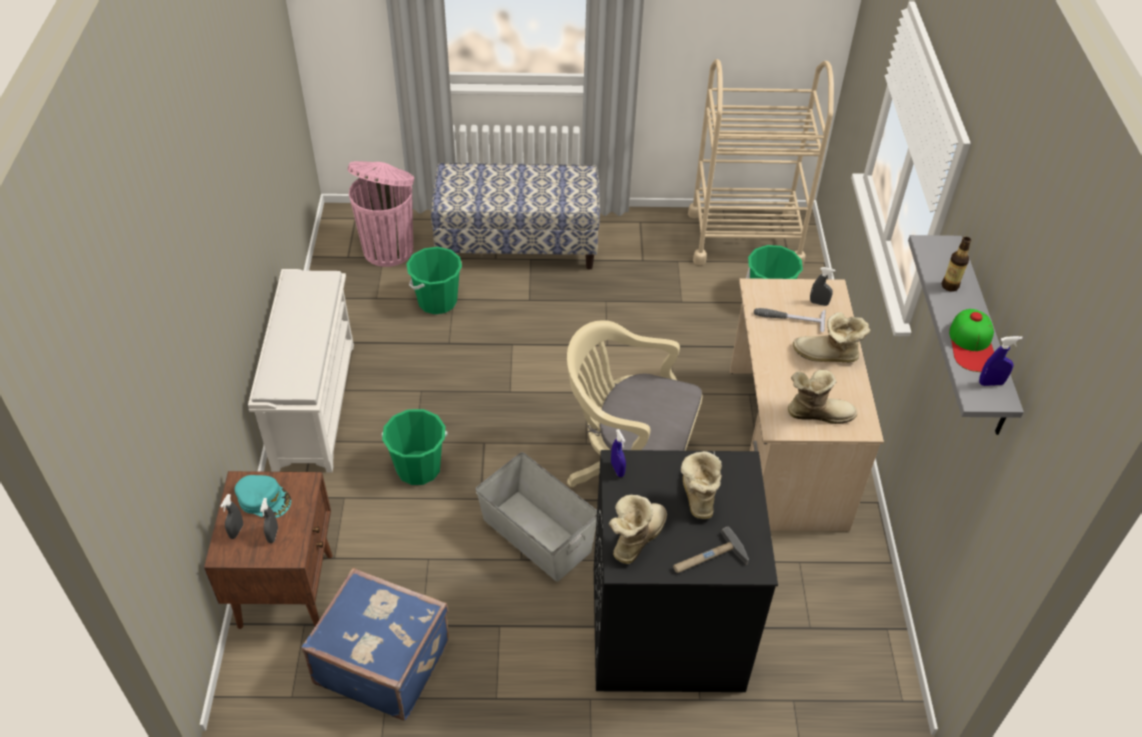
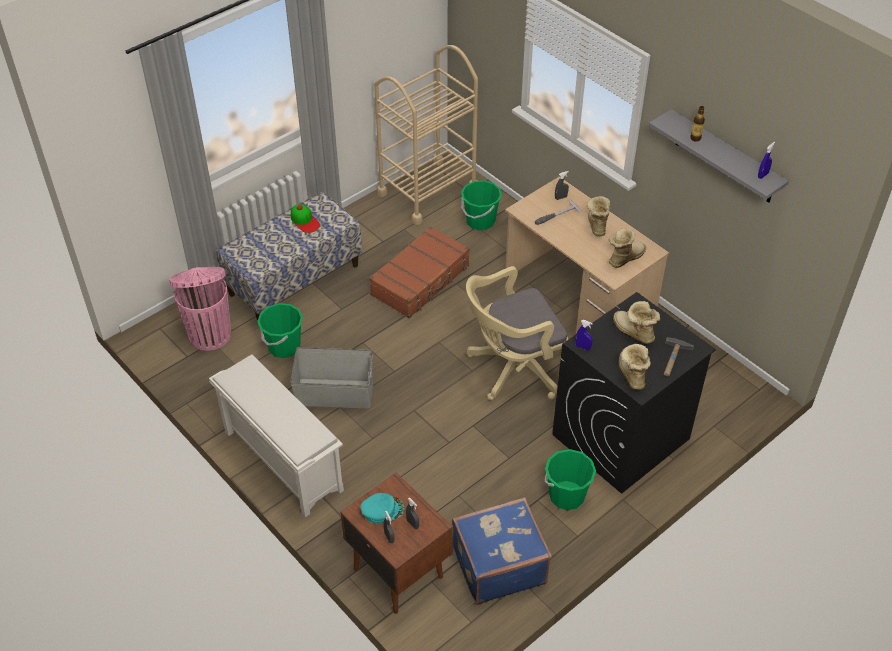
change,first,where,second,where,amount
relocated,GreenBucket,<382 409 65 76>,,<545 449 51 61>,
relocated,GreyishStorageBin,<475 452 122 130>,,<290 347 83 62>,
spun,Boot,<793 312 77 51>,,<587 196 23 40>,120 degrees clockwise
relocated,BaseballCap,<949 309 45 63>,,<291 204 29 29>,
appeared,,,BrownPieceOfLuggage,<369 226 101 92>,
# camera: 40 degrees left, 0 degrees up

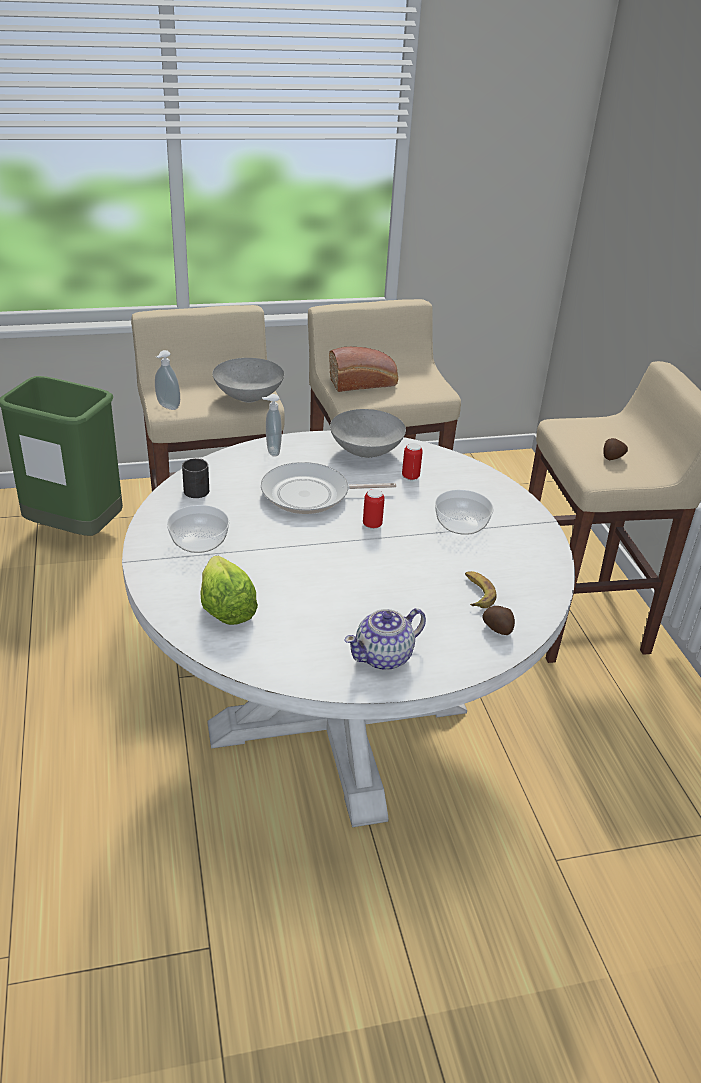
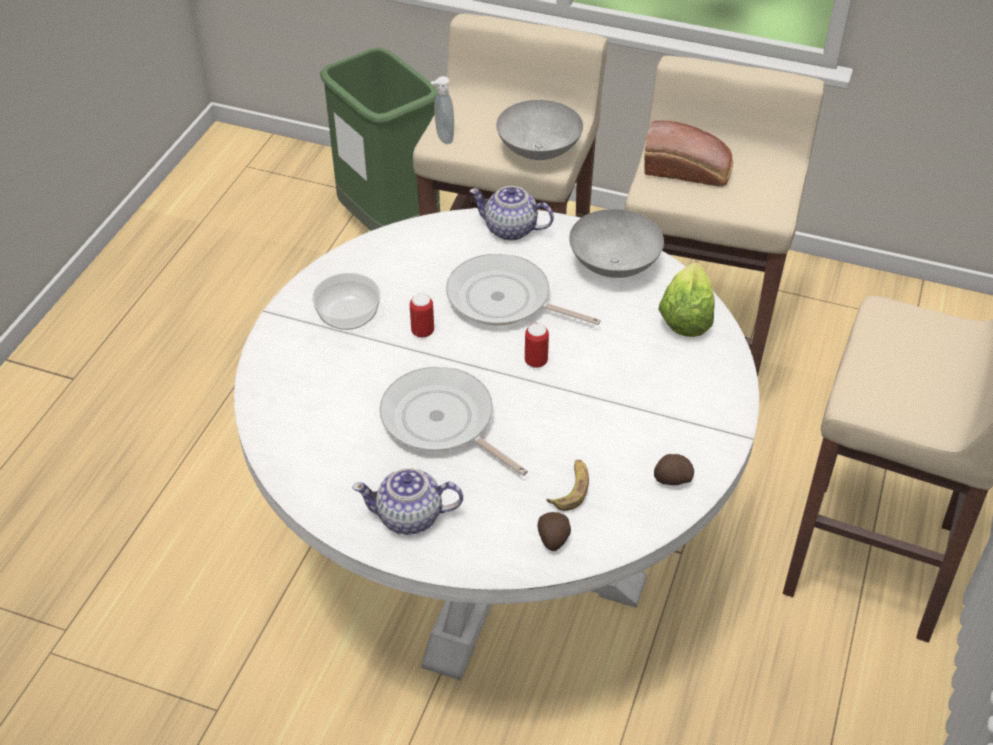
change,first,where,second,where,amount
missing,BlackishMug,<182 458 27 40>,,,
relocated,Lettuce,<200 556 58 69>,,<658 263 57 74>,
exchanged,LiquidSoapBottle,<262 394 20 63>,Teapot,<469 186 85 55>,
relocated,SealedCan,<402 443 21 37>,,<410 294 24 44>,
missing,Bowl,<435 490 58 45>,,,
relocated,Potato,<603 438 25 22>,,<654 454 40 31>,
appeared,,,Skillet,<380 366 148 110>,
# camera: 35 degrees right, 10 degrees up

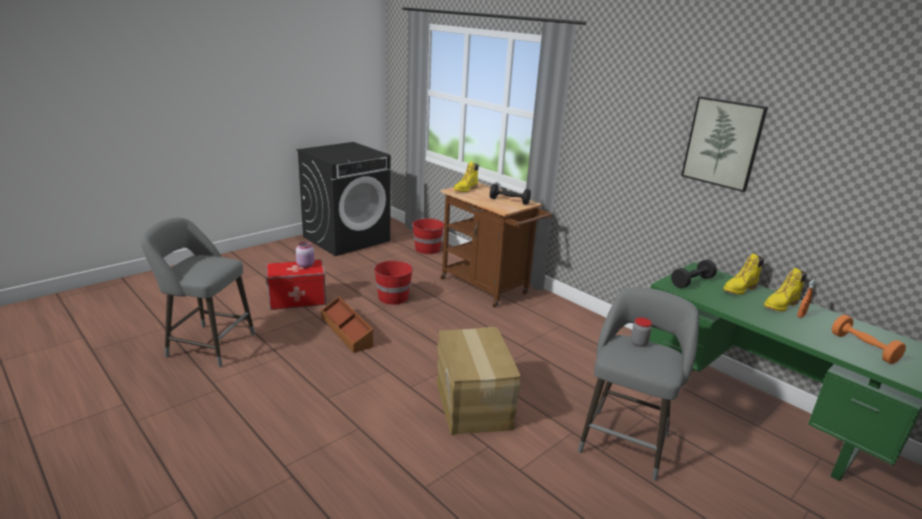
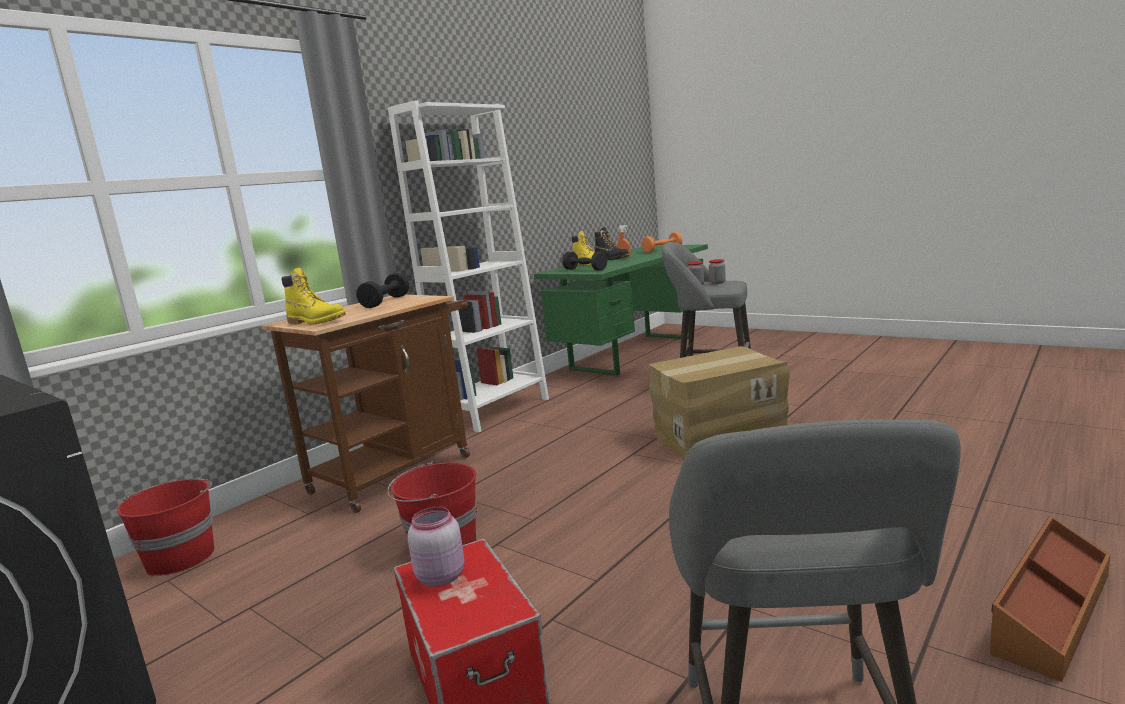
change,first,where,second,where,amount
relocated,BrownStorageBin,<321 297 52 56>,,<990 516 121 166>,
missing,Picture,<681 97 87 95>,,,
colour,YellowishBoot,<764 268 43 43>,BlackishBoot,<594 227 35 33>,
appeared,,,WhiteColouredBookcase,<388 100 161 332>,
appeared,,,Jar,<709 259 17 25>,
# camera: 95 degrees left, 10 degrees down

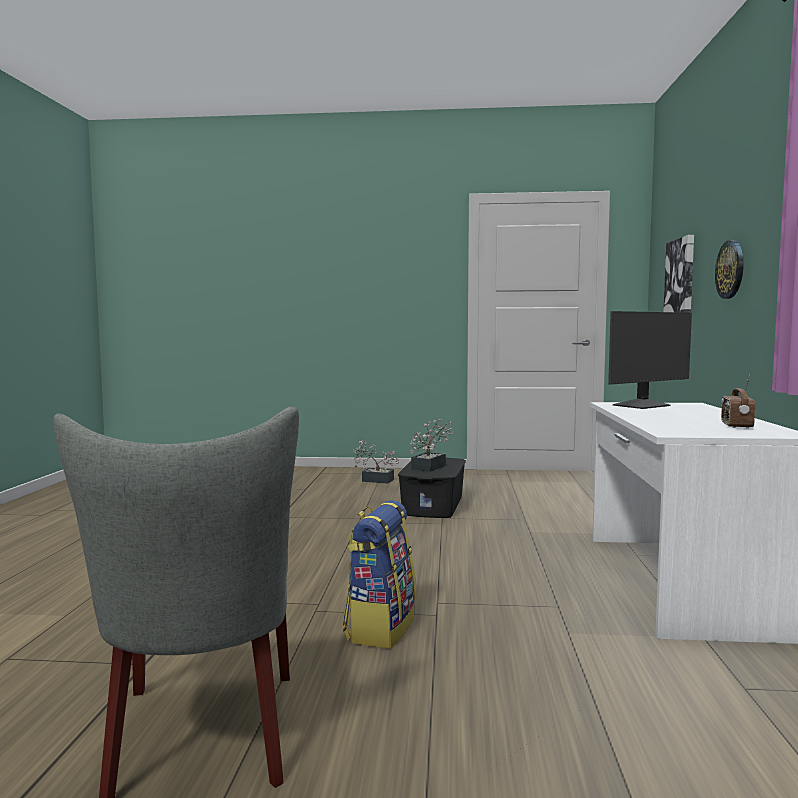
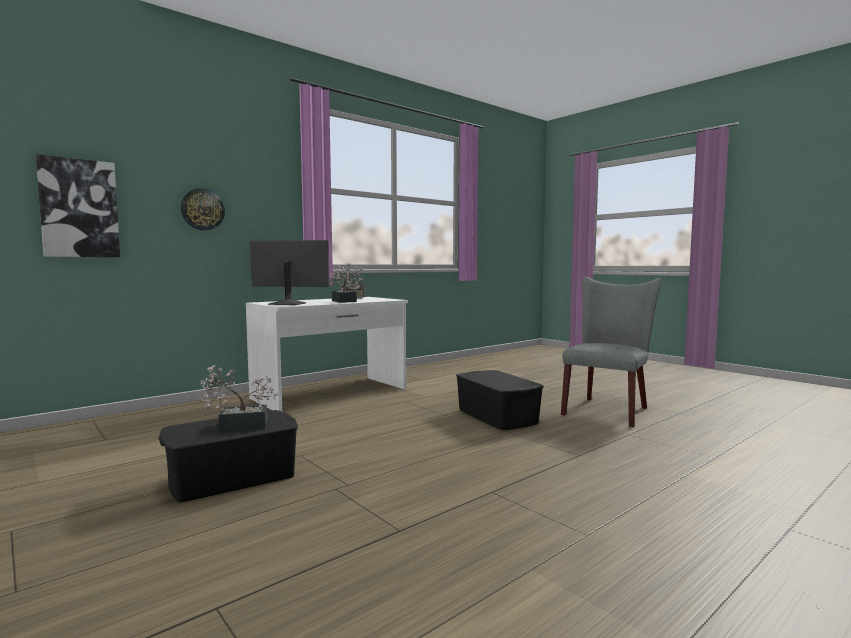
change,first,where,second,where,amount
exchanged,Knapsack,<342 500 74 148>,BlackishStorageBin,<456 370 88 60>,
relocated,PlantInAPot,<352 440 47 44>,,<329 263 35 40>,
# camera: 135 degrees left, 0 degrees up

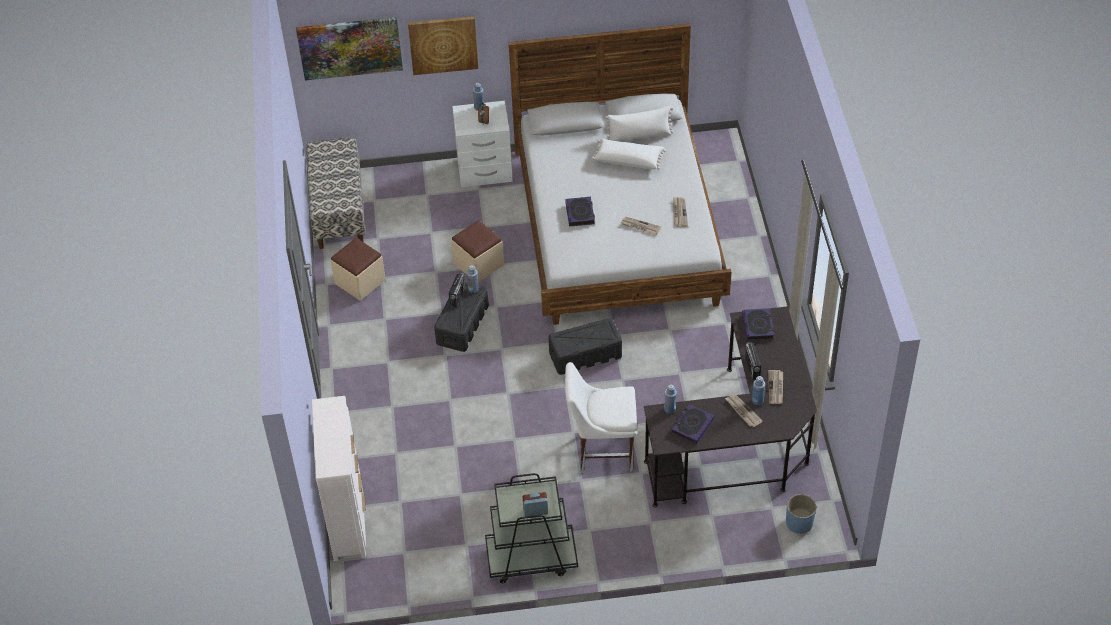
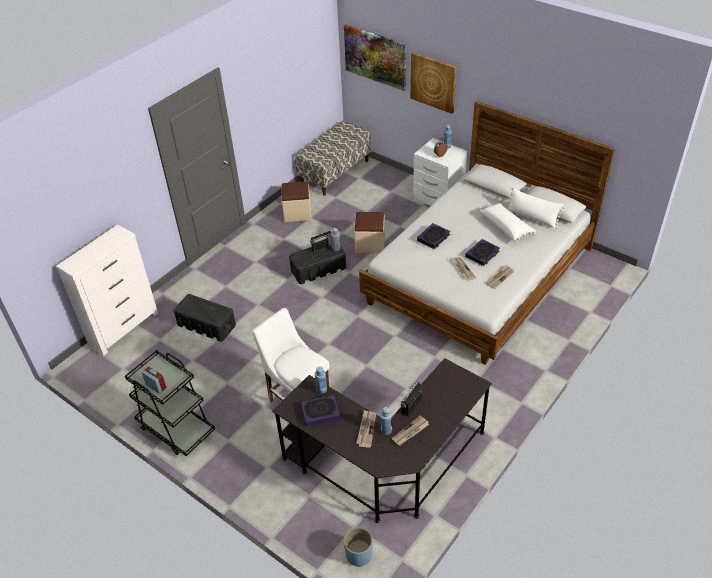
change,first,where,second,where,amount
relocated,BlackishStorageBin,<548 318 74 57>,,<174 294 62 48>,
relocated,Book,<742 308 32 33>,,<465 239 35 27>,
# camera: 45 degrees right, 5 degrees down

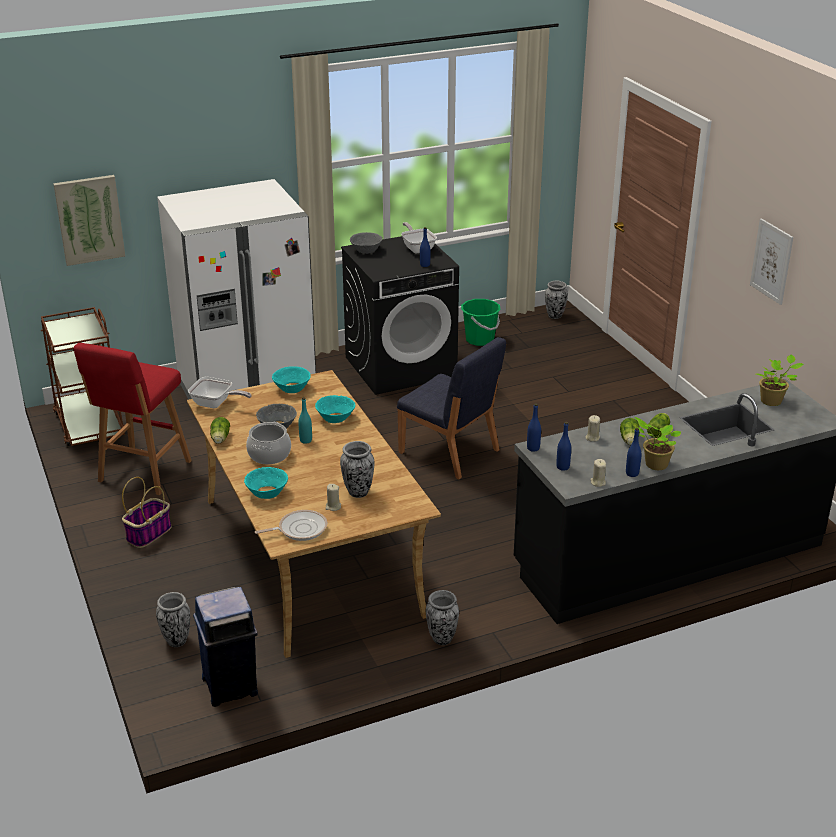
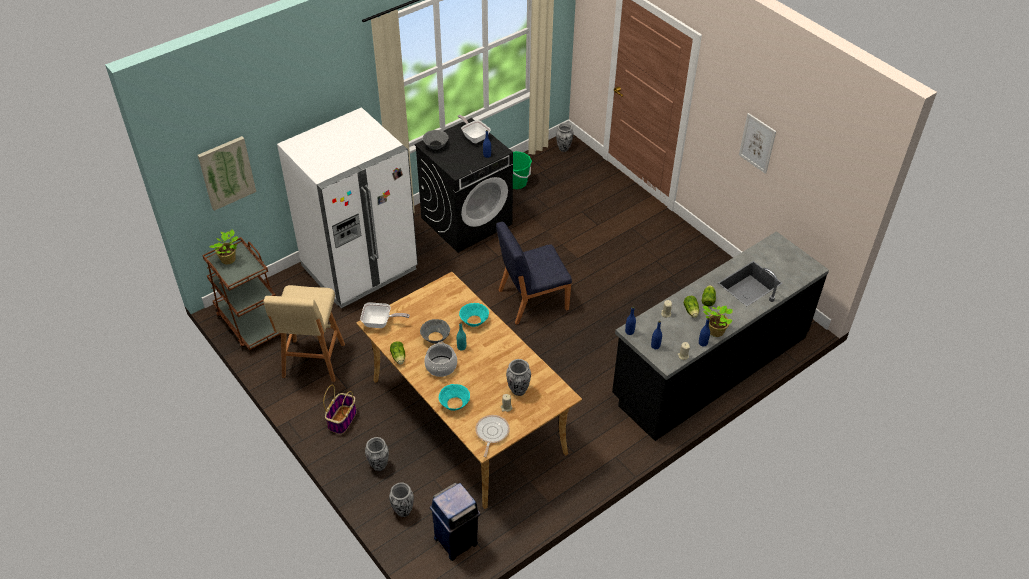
change,first,where,second,where,amount
colour,ReddishStool,<74 343 118 152>,BeigeStool,<263 285 82 97>,
spun,Skillet,<255 510 72 31>,,<475 415 35 42>,45 degrees counterclockwise
missing,TurquoiseBowl,<272 366 39 27>,,,
spun,BluePlainChair,<397 337 109 142>,,<496 222 76 103>,135 degrees clockwise
relocated,Vase,<426 590 33 55>,,<365 437 24 34>,
relocated,PlantInAPot,<756 354 48 52>,,<209 230 29 34>,
# camera: 15 degrees left, 15 degrees up

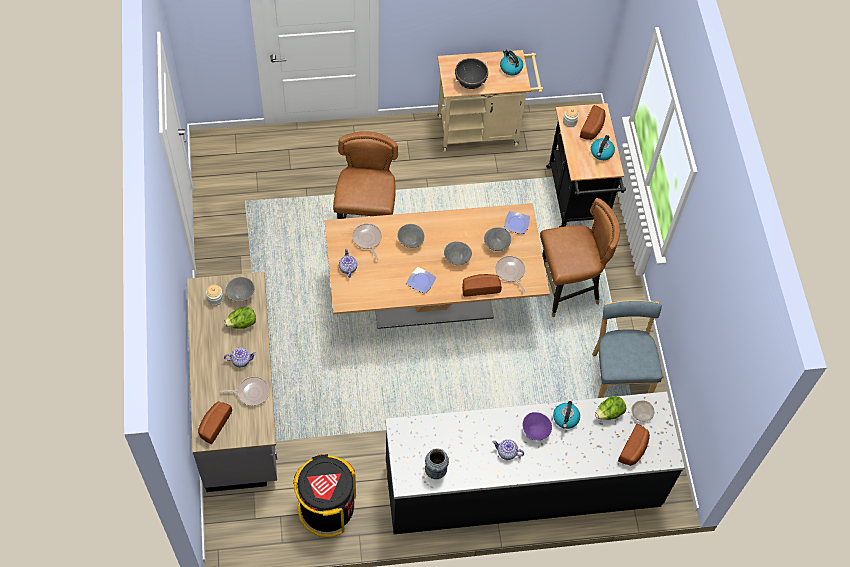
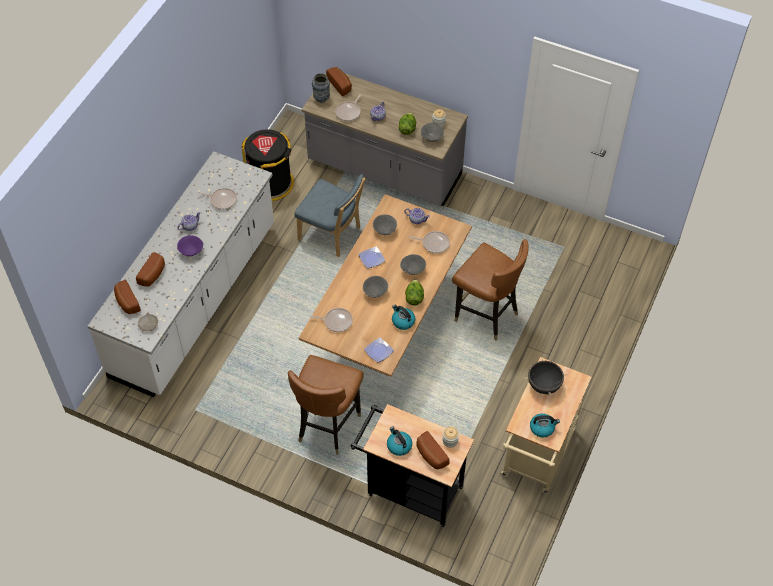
change,first,where,second,where,amount
colour,BlackishKitchenCounter,<385 392 300 142>,WhiteColouredKitchenCounter,<88 151 186 246>,
relocated,Vase,<425 448 24 31>,,<312 73 18 30>,
relocated,Bread,<462 274 40 22>,,<136 252 29 35>,
relocated,GreyishBowl,<484 227 27 24>,,<373 214 24 21>,
relocated,WaterKettle,<553 401 27 28>,,<392 305 23 25>,
relocated,BluePlainChair,<592 300 71 98>,,<294 174 71 83>,
relocated,Lettuce,<595 396 31 24>,,<405 279 19 26>,
appeared,,,Skillet,<198 188 39 22>,
# camera: 125 degrees right, 5 degrees down

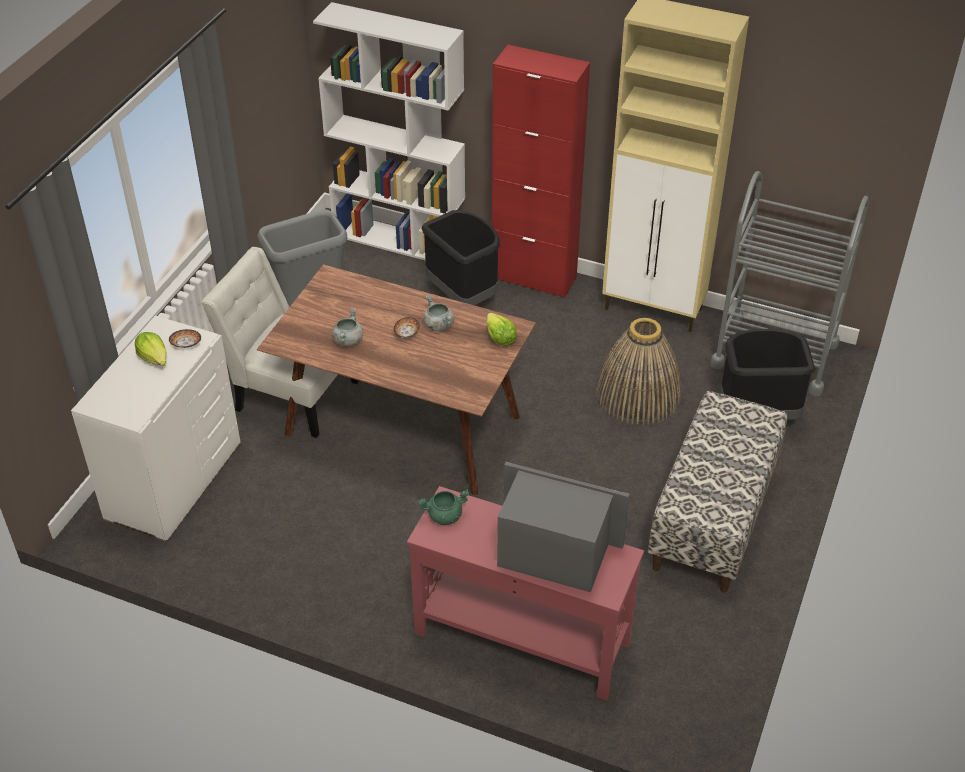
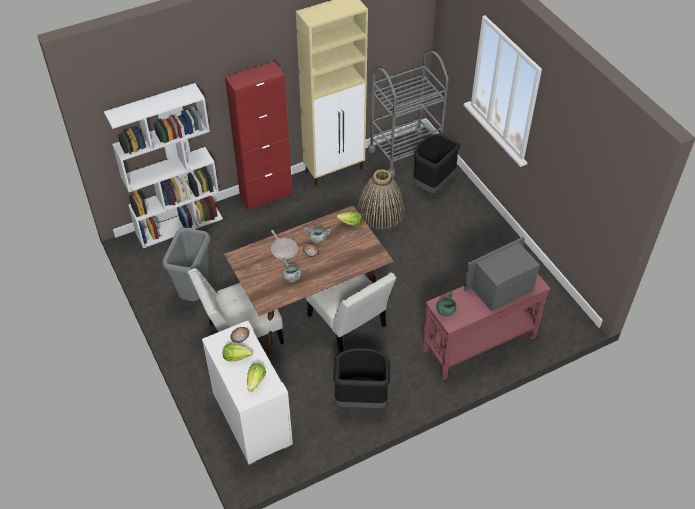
change,first,where,second,where,amount
relocated,BlackishWasteBin,<422 210 78 95>,,<333 348 57 60>,
missing,Bench,<648 391 139 202>,,,
appeared,,,Lettuce,<247 363 19 29>,
appeared,,,Skillet,<271 230 27 30>,
appeared,,,WhiteColouredPlainChair,<306 272 90 81>,
# camera: 50 degrees left, 5 degrees up

